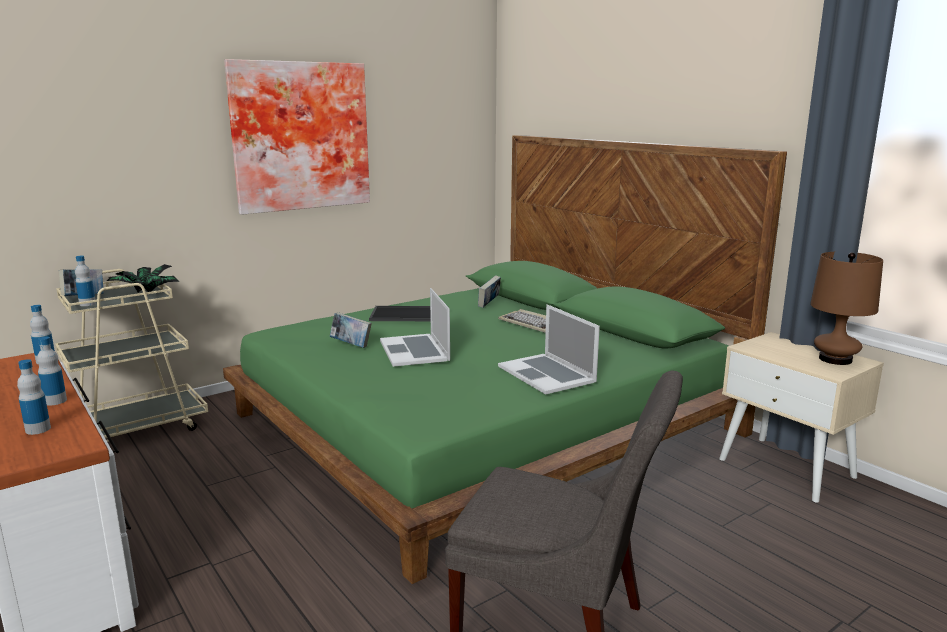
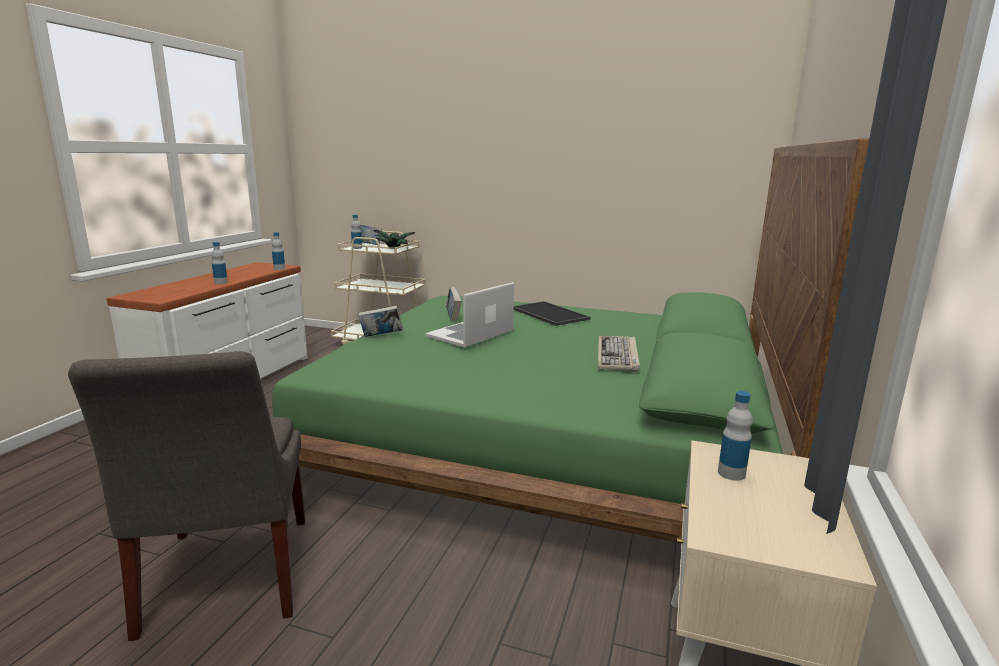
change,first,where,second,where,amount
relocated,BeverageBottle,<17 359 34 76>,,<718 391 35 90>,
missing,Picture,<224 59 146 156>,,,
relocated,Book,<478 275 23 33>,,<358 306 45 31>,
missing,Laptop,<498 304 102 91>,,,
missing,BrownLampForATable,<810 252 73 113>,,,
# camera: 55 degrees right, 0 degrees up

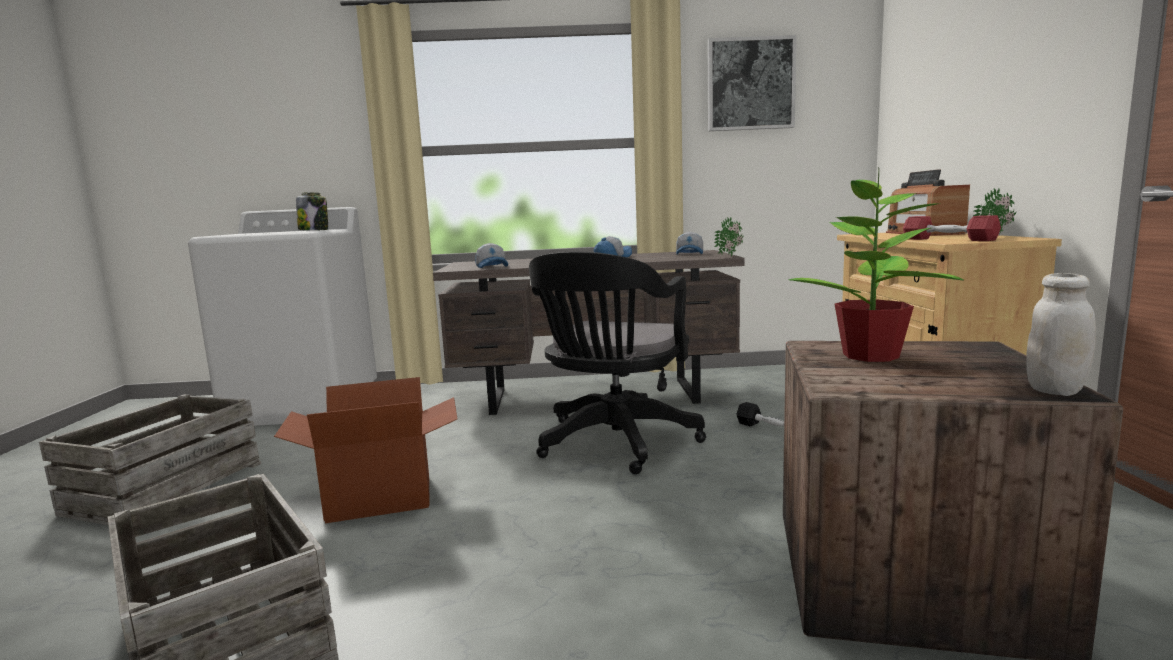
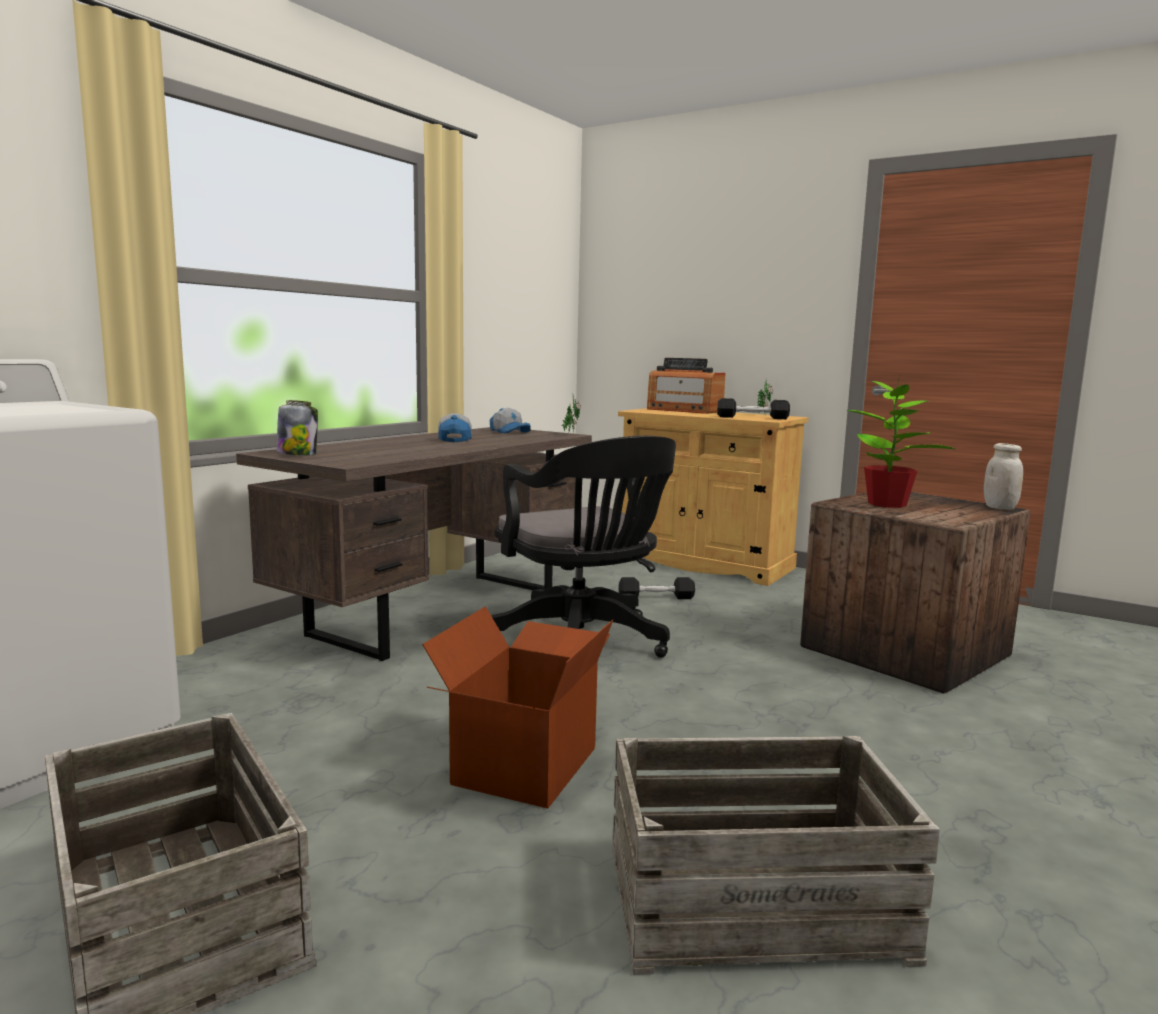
change,first,where,second,where,amount
relocated,Jar,<296 192 32 38>,,<276 400 42 55>,
missing,BaseballCap,<475 243 33 25>,,,
missing,Picture,<707 35 90 96>,,,
colour,ReddishDumbbell,<903 215 98 26>,BlackishDumbbell,<717 398 73 21>,
# camera: 55 degrees left, 0 degrees up

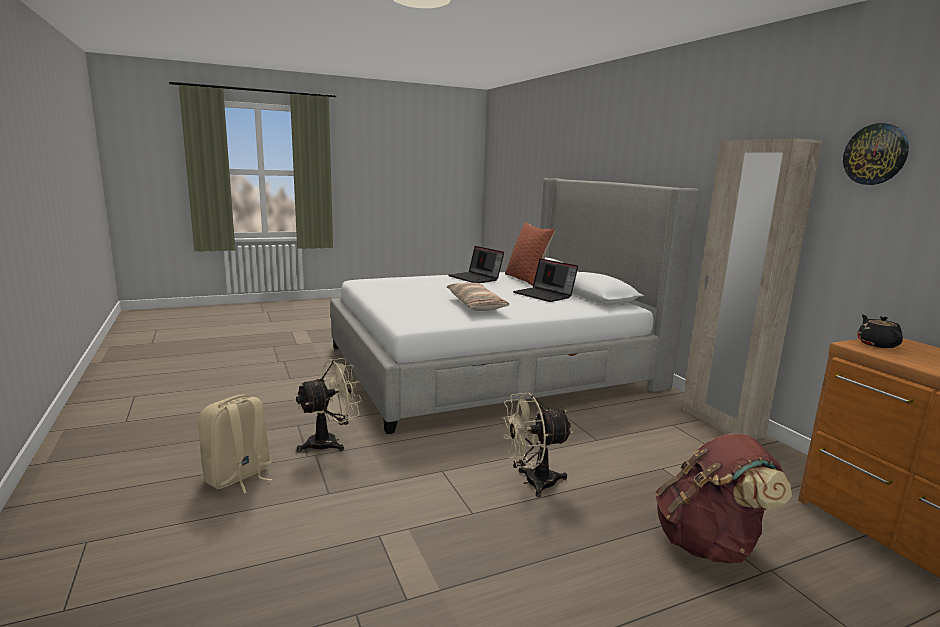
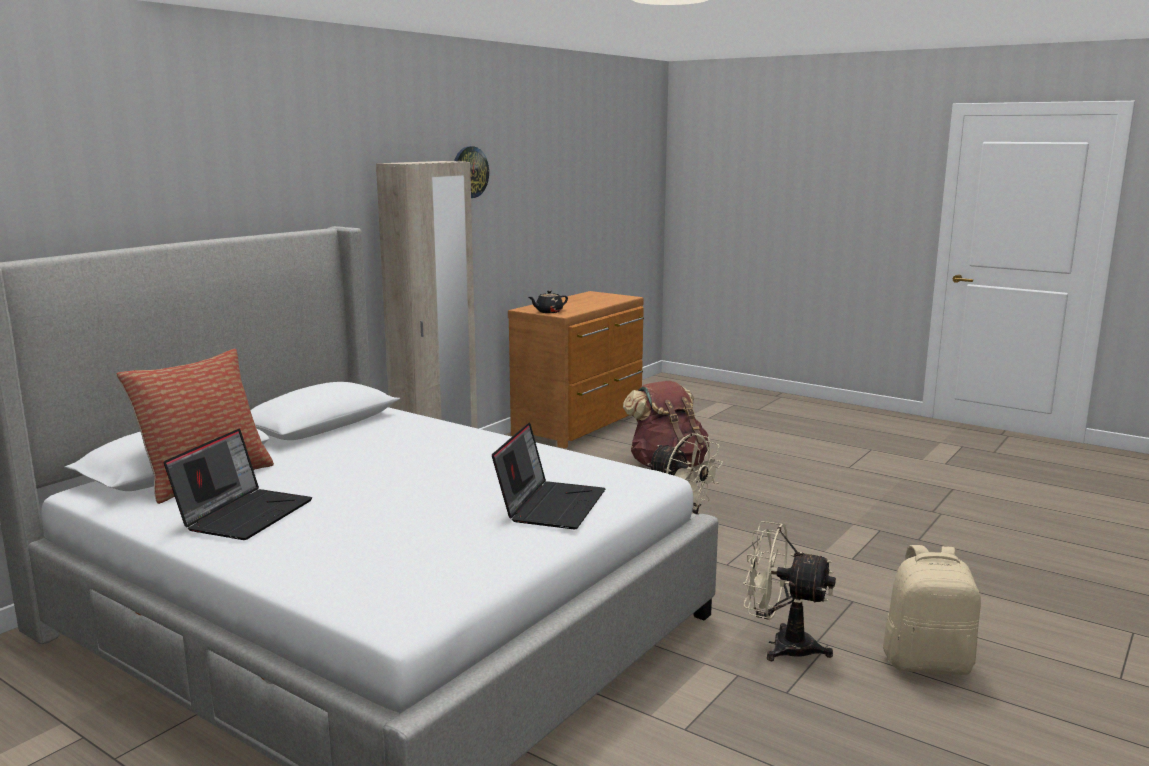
change,first,where,second,where,amount
missing,Pillow,<446 283 63 28>,,,
relocated,Laptop,<513 258 65 44>,,<492 422 114 107>,
# camera: 120 degrees left, 0 degrees up

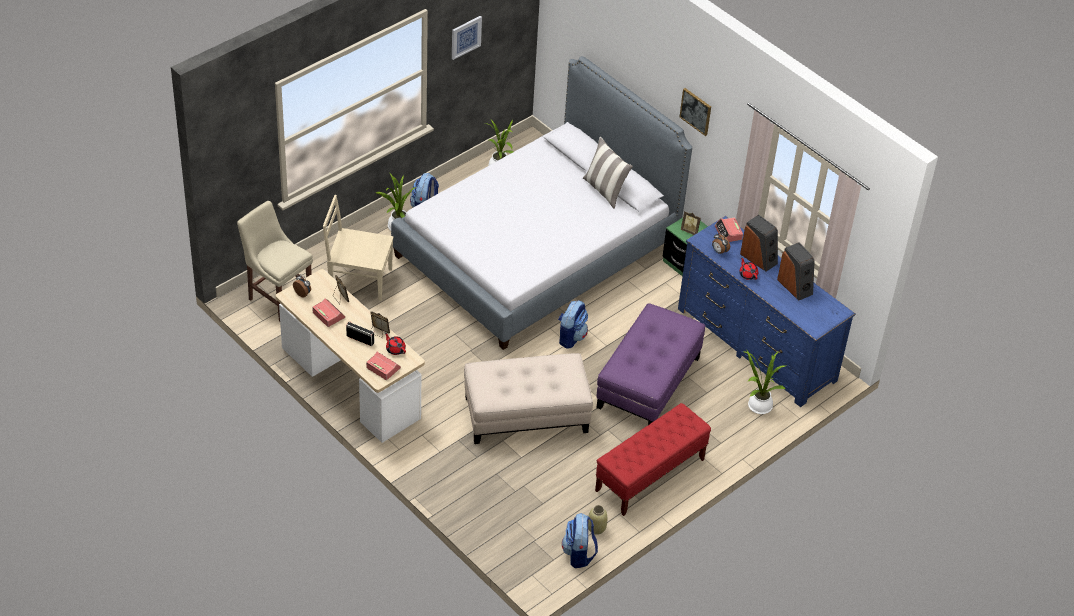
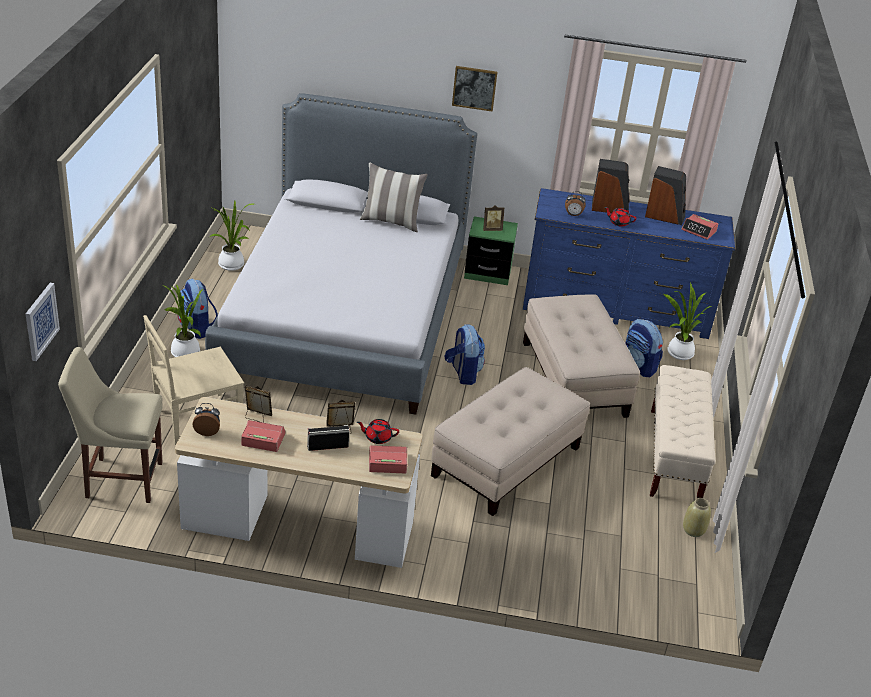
change,first,where,second,where,amount
relocated,Picture,<452 16 30 44>,,<26 283 34 78>,
relocated,Knapsack,<562 513 36 55>,,<625 319 38 58>,
colour,ReddishBench,<595 403 116 113>,BeigeBench,<650 365 66 133>,
colour,PurplePouffe,<596 303 109 122>,BeigePouffe,<523 294 117 124>,
relocated,AlarmClock,<715 217 28 25>,,<682 214 36 26>,
# camera: 40 degrees left, 10 degrees down

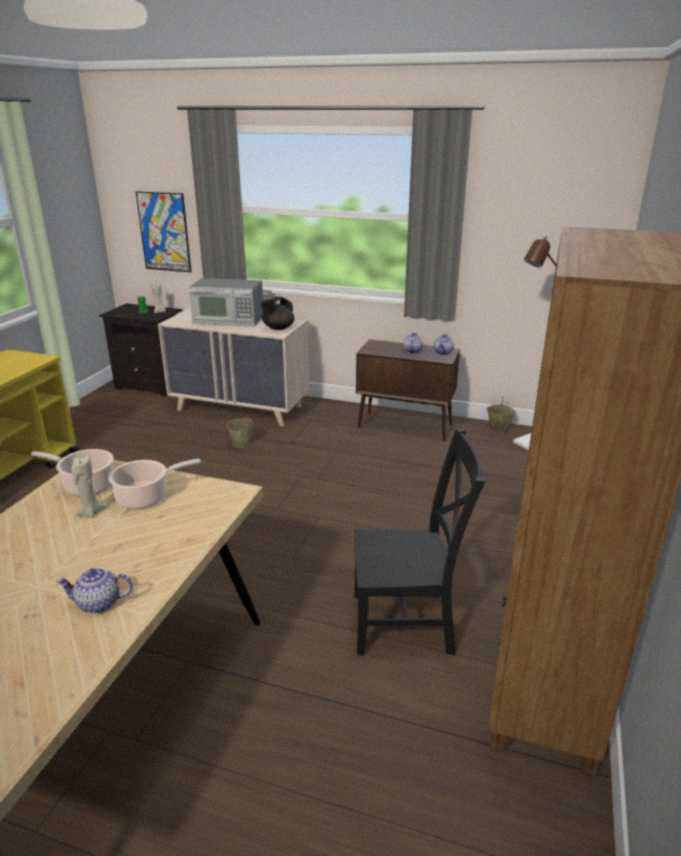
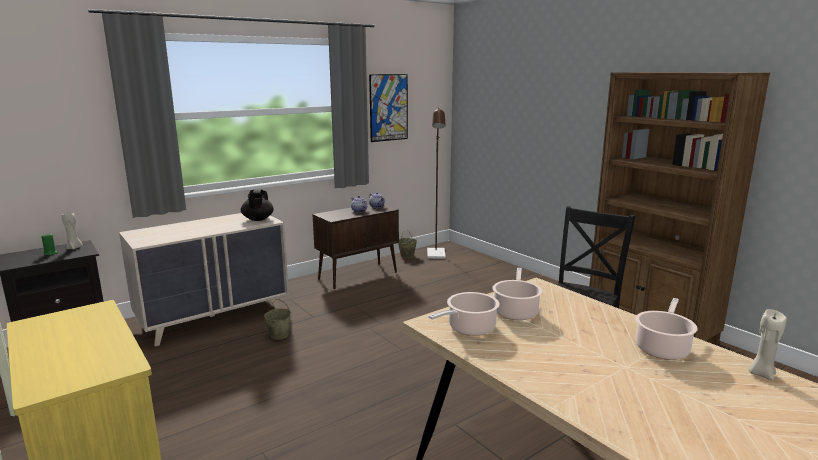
change,first,where,second,where,amount
exchanged,Teapot,<56 567 77 46>,Saucepot,<635 298 63 62>,
relocated,BeigeWaxLight,<71 456 35 62>,,<749 309 38 72>,
relocated,Picture,<136 191 55 81>,,<369 74 39 68>,
missing,KitchenMicrowave,<189 278 74 49>,,,
# camera: 55 degrees left, 10 degrees down

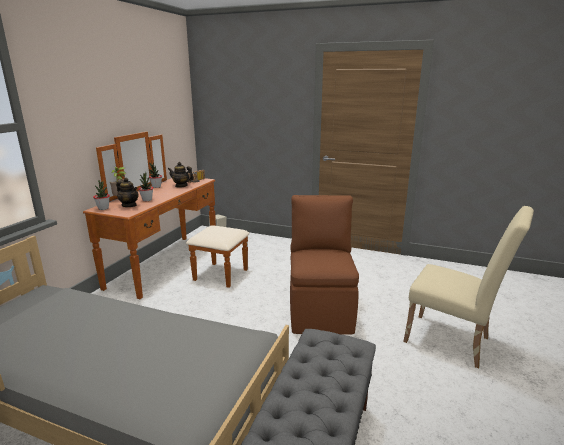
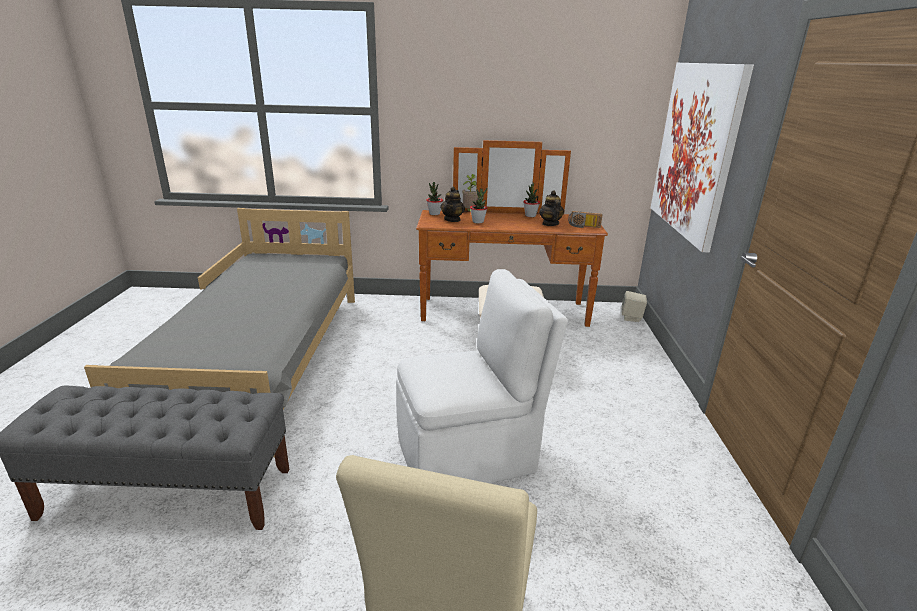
change,first,where,second,where,amount
colour,BrownPlainChair,<290 195 69 140>,WhiteColouredPlainChair,<396 269 172 215>,
appeared,,,Picture,<651 63 103 189>,
# camera: 70 degrees right, 5 degrees up

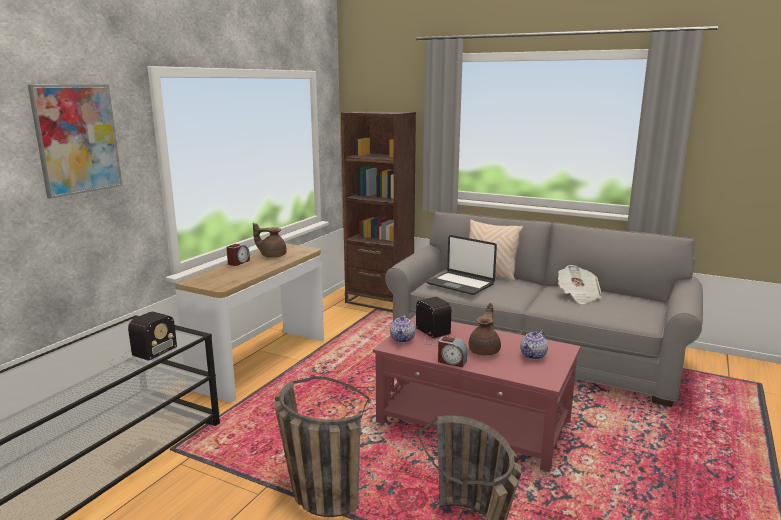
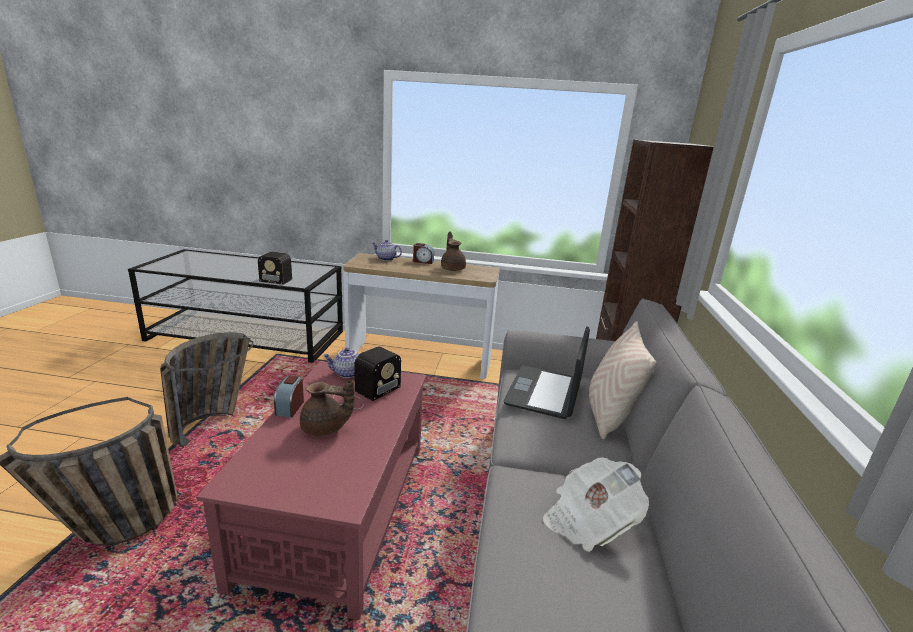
change,first,where,second,where,amount
missing,Picture,<28 84 94 115>,,,
relocated,Teapot,<520 331 28 29>,,<373 240 29 21>,
# camera: 70 degrees right, 5 degrees up

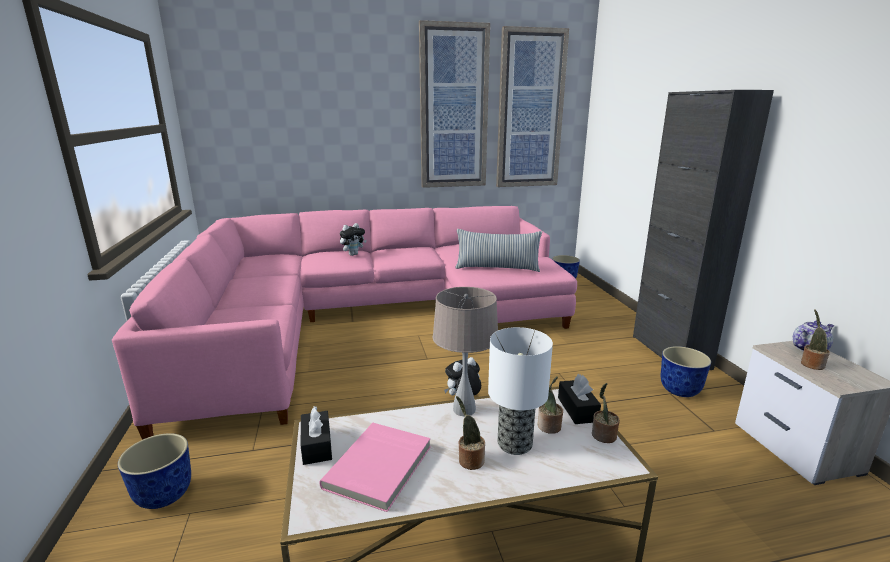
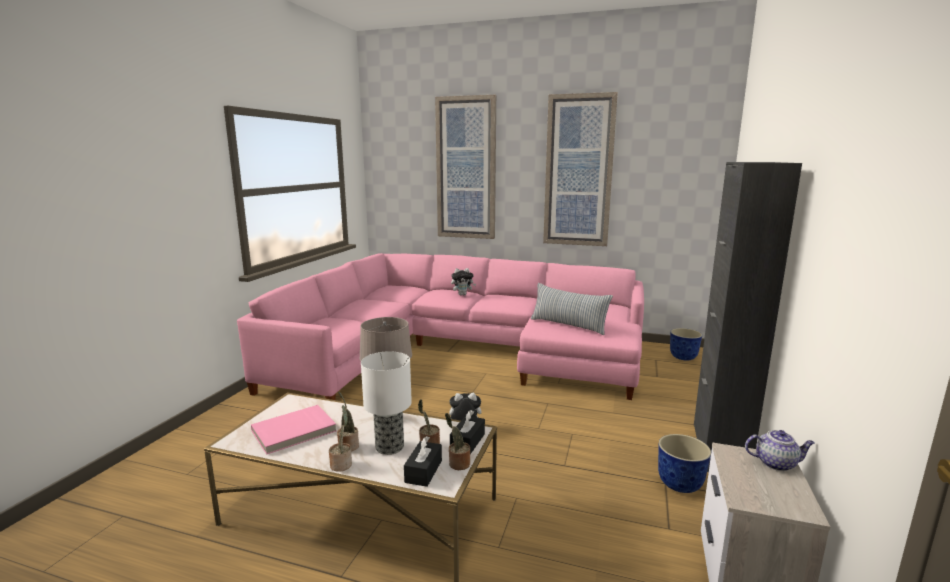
change,first,where,second,where,amount
missing,PlantPot,<118 433 73 76>,,,
relocated,BlackishBoxOfTissues,<301 406 31 59>,,<404 436 38 51>,
relocated,Picture,<496 26 73 161>,,<435 95 61 144>,
relocated,PlantInAPot,<801 309 29 61>,,<329 405 23 67>,
# camera: 30 degrees right, 5 degrees down

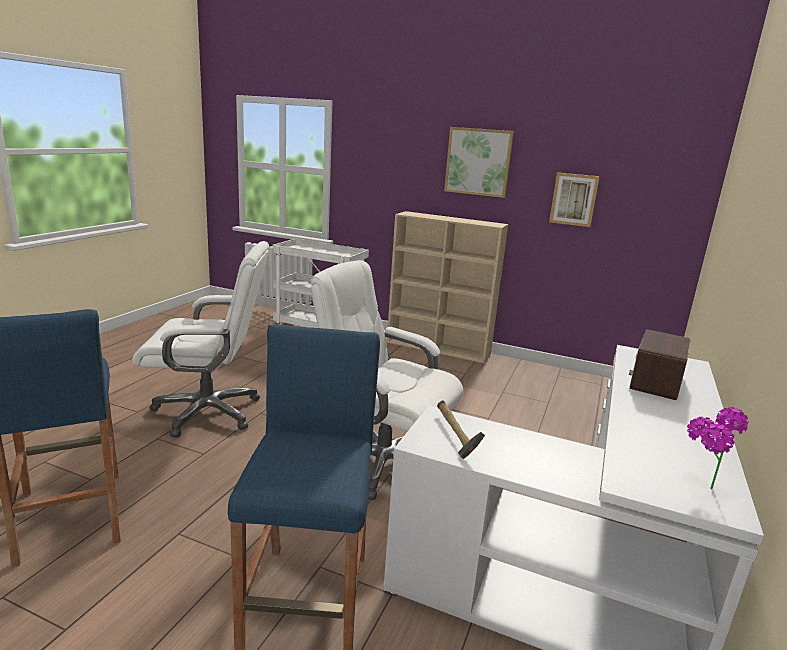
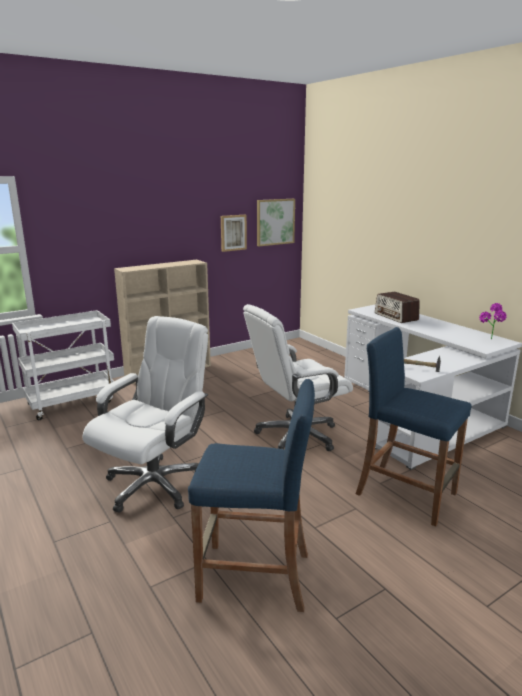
change,first,where,second,where,amount
relocated,Picture,<444 127 70 71>,,<257 199 38 47>,
# camera: 55 degrees left, 0 degrees up

